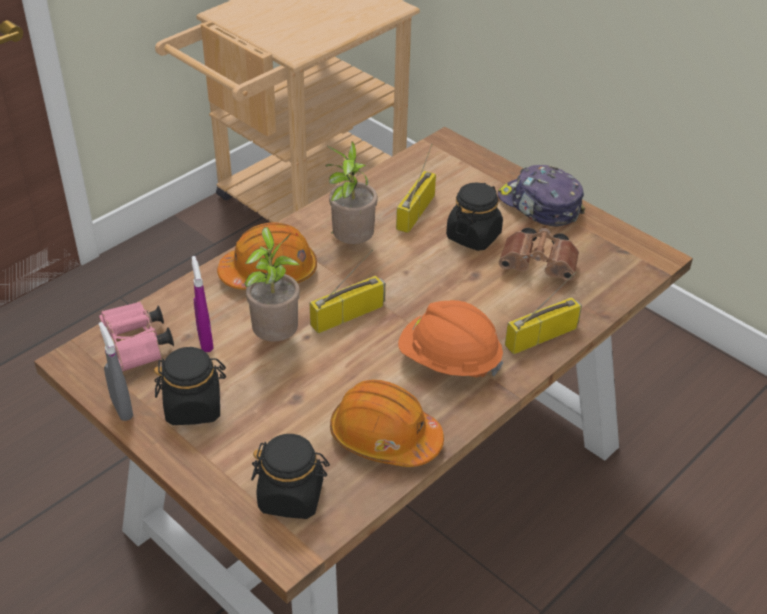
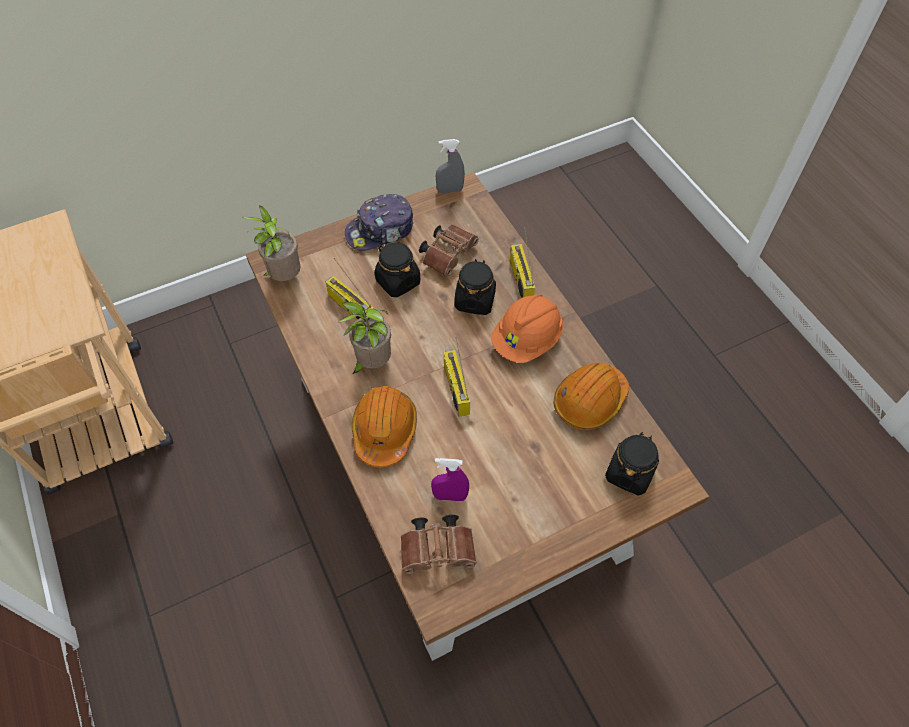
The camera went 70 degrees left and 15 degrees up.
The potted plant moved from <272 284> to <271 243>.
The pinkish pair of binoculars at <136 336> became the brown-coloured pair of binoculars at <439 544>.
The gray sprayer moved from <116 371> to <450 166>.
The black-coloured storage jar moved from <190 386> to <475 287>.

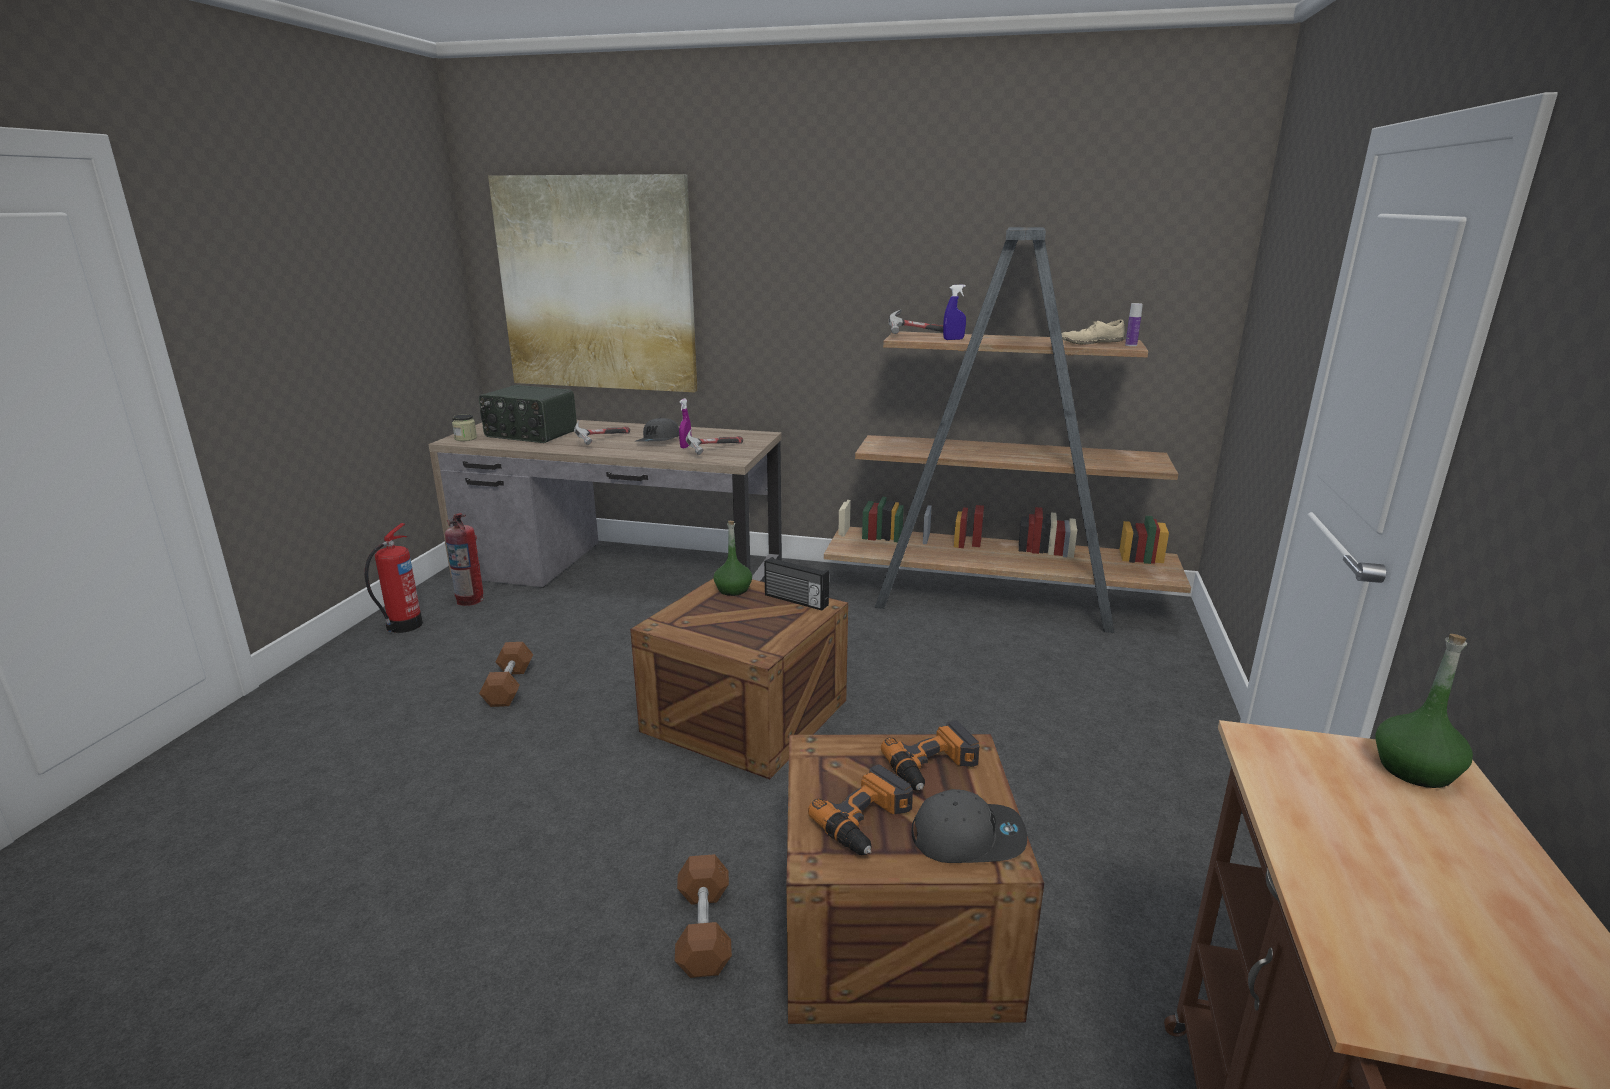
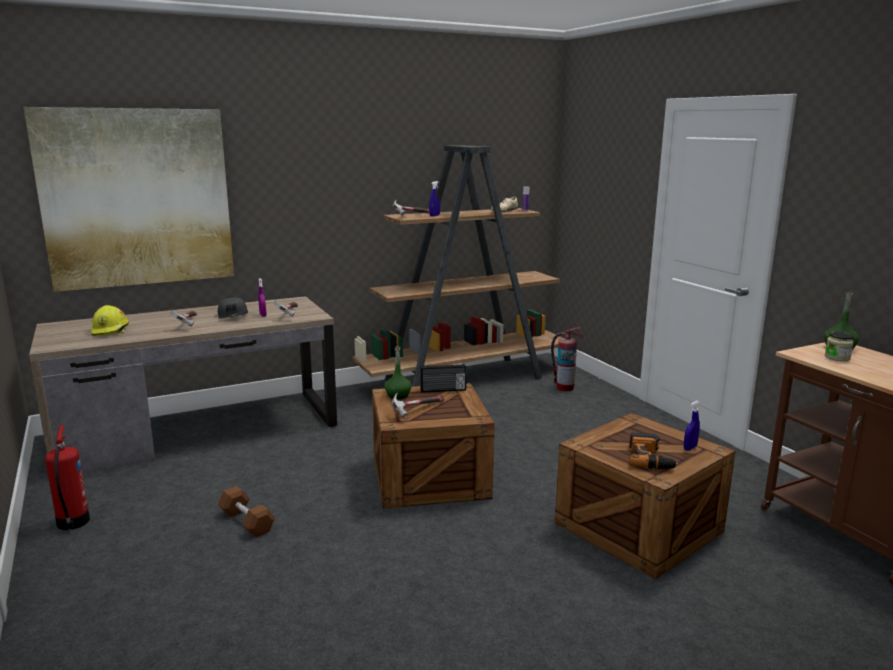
The camera went 40 degrees left and 5 degrees down.
The radio receiver at <528 414> was replaced by the yellow-coloured work helmet at <110 320>.
The hammer at <418 405> appeared.
The fire extinguisher moved from <464 559> to <567 359>.
The gray baseball cap at <969 826> was replaced by the blue-coloured sprayer at <692 425>.
The storage jar moved from <464 427> to <839 346>.
The brown-coloured dumbbell at <703 916> disappeared.
The drill at <930 755> disappeared.

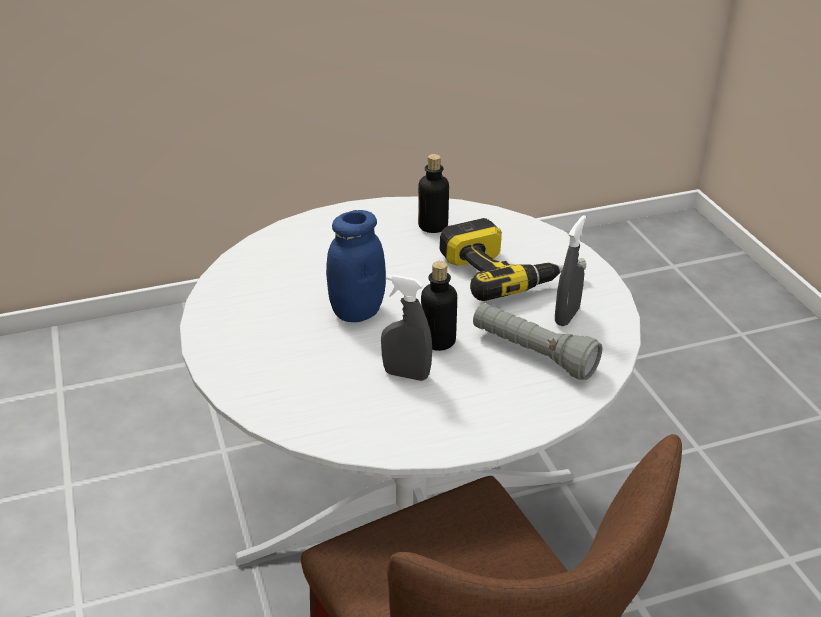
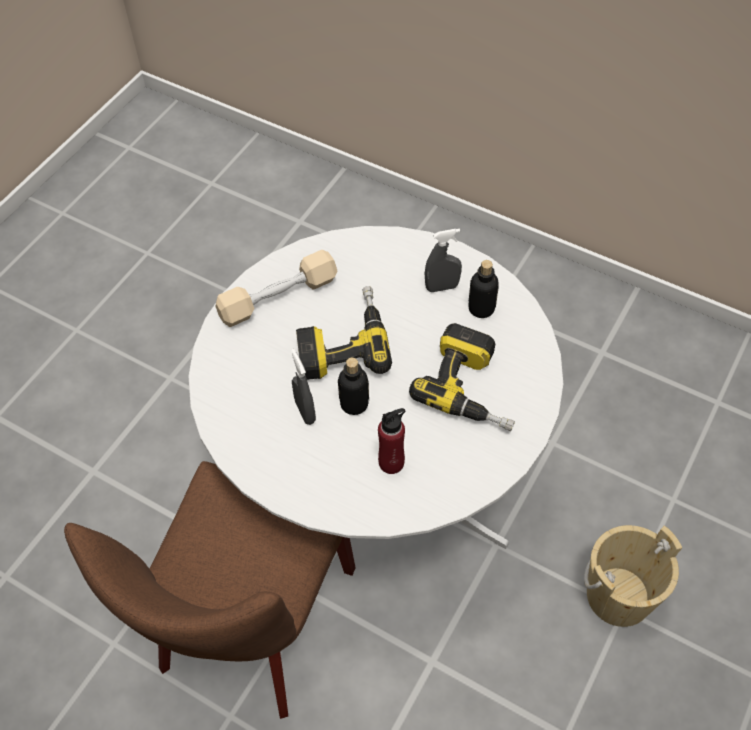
The camera went 50 degrees right and 20 degrees up.
The sand-coloured dumbbell at <276 288> appeared.
The blue-coloured storage jar at <356 266> was replaced by the drill at <344 333>.
The gray torch at <537 341> was replaced by the red-coloured beverage bottle at <392 441>.
The gray sprayer moved from <570 270> to <443 260>.
The sand-coloured water bucket at <633 576> appeared.

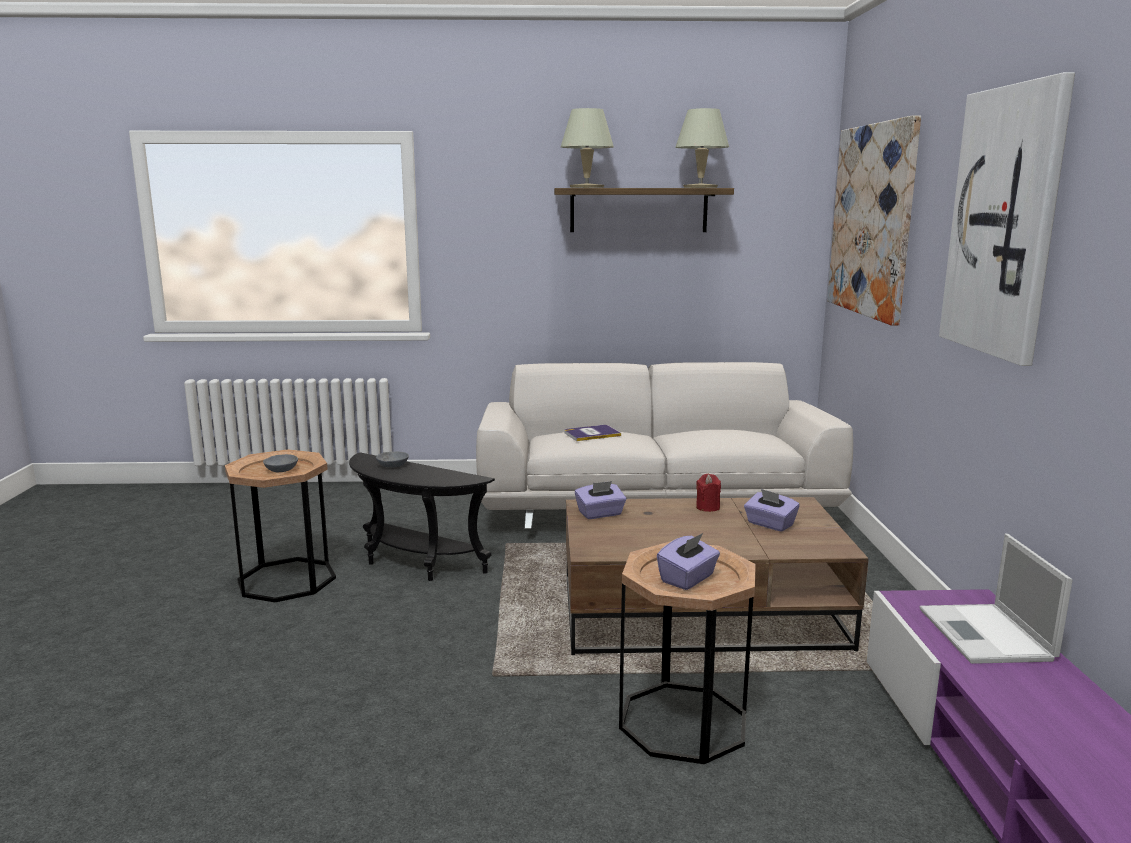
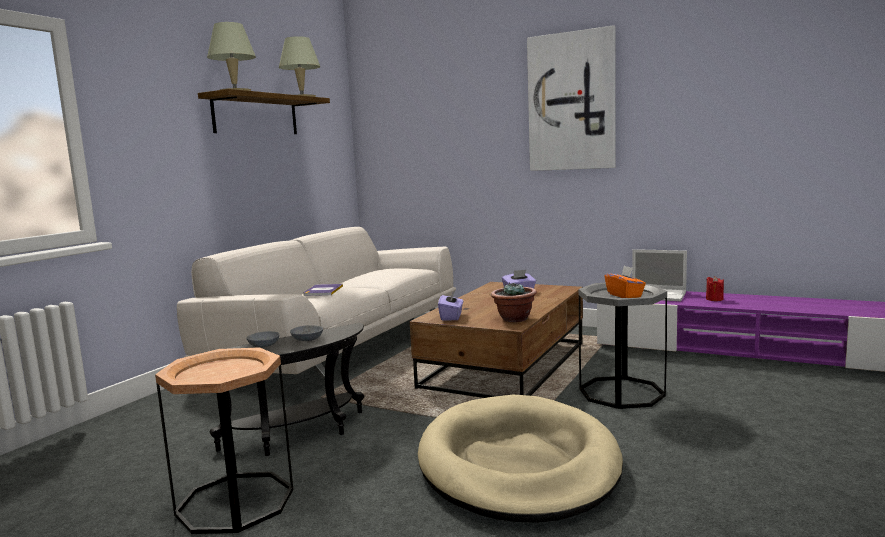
The camera went 60 degrees left and 5 degrees down.
The gray bowl moved from <280 463> to <306 333>.
The sand-coloured dog cushion at <520 459> appeared.
The potted plant at <514 302> appeared.
The brown-coloured accent table at <687 653> became the gray accent table at <623 346>.
The purple tissue box at <688 561> became the orange tissue box at <625 282>.
The red-coloured candle moved from <708 493> to <715 288>.
The picture at <874 220> disappeared.

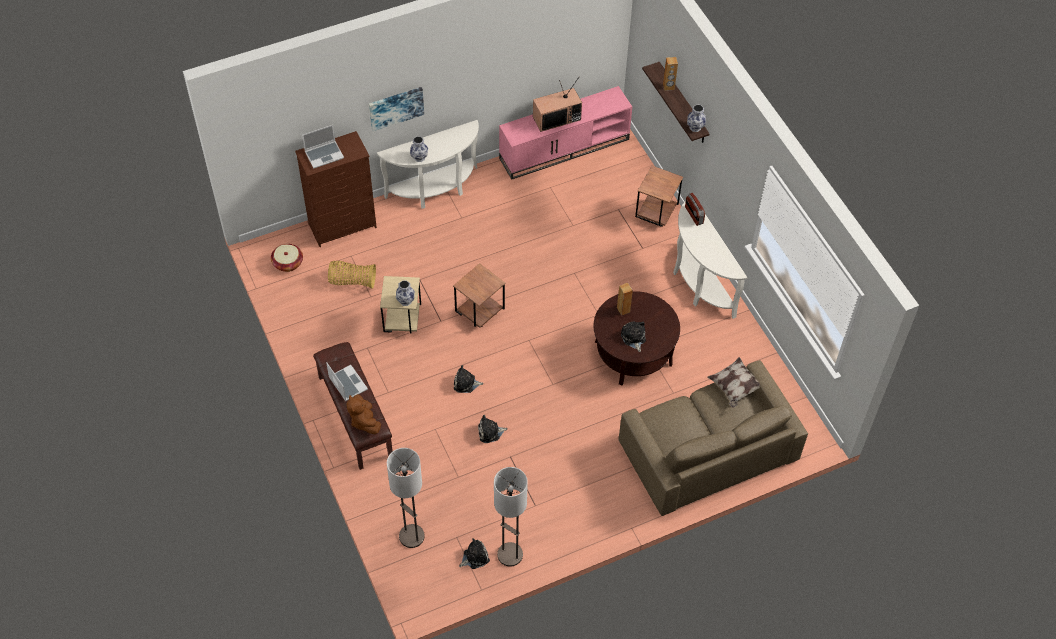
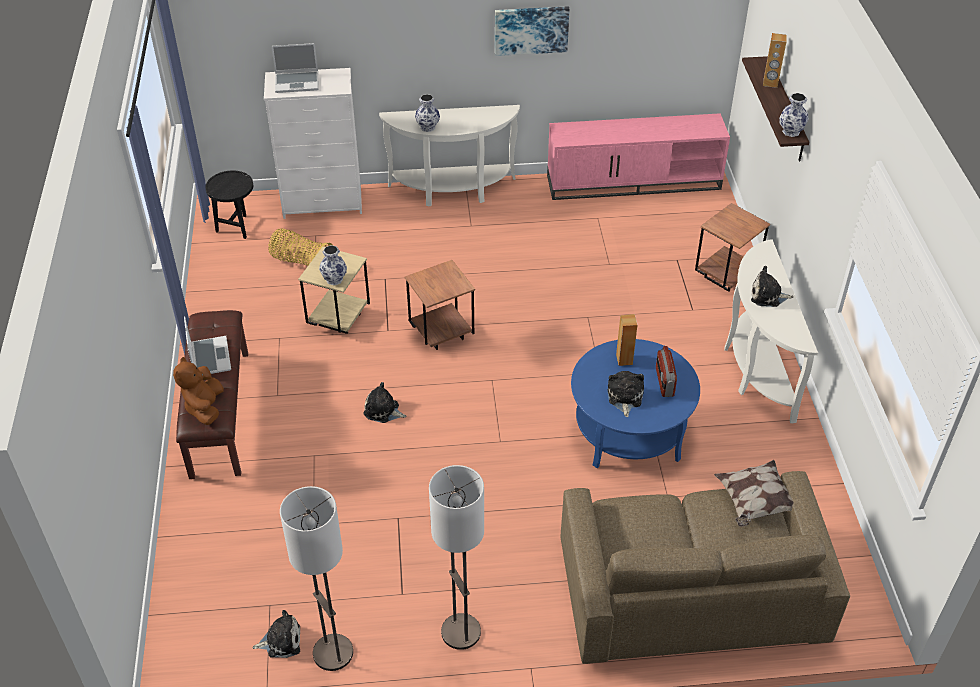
The camera went 20 degrees right and 10 degrees down.
The storage basket at <287 258> was replaced by the black-coloured accent table at <229 205>.
The brown-coloured dresser at <336 189> became the white-coloured dresser at <313 143>.
The standing lamp moved from <406 498> to <456 557>.
The picture moved from <396 109> to <532 31>.
The brown-coloured coffee table at <637 338> became the blue-coloured coffee table at <635 403>.
The radio receiver moved from <695 209> to <666 371>.
The plush toy moved from <493 429> to <772 286>.
The TV at <557 104> disappeared.

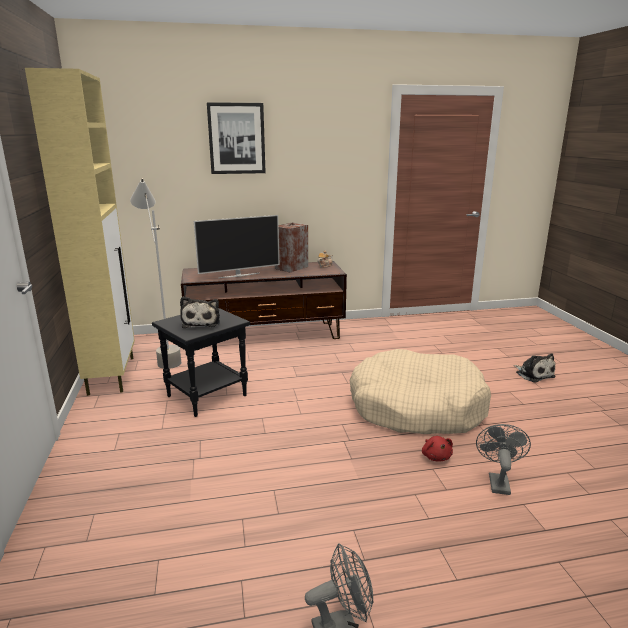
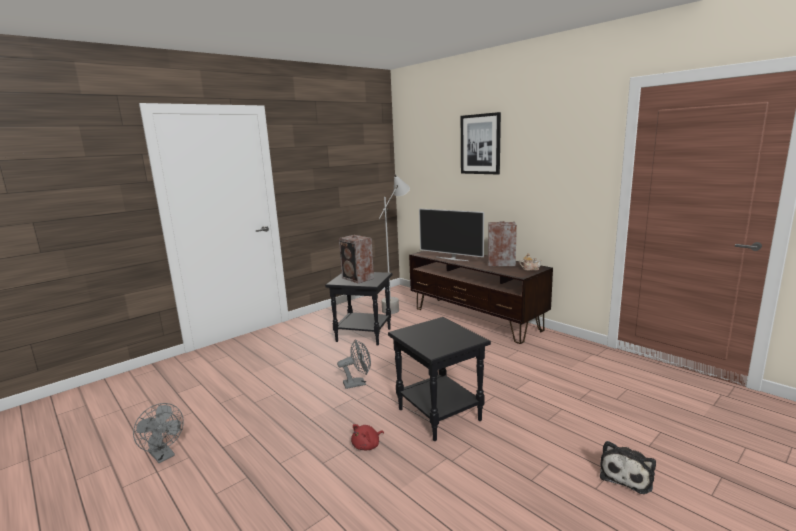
The camera went 60 degrees right and 5 degrees down.
The gray electric fan moved from <503 459> to <354 364>.
The plush toy at <200 312> was replaced by the audio speaker at <356 259>.
The sand-coloured dog cushion at <420 391> was replaced by the black-coloured accent table at <439 379>.
The sand-coloured storage cabinet at <80 232> disappeared.

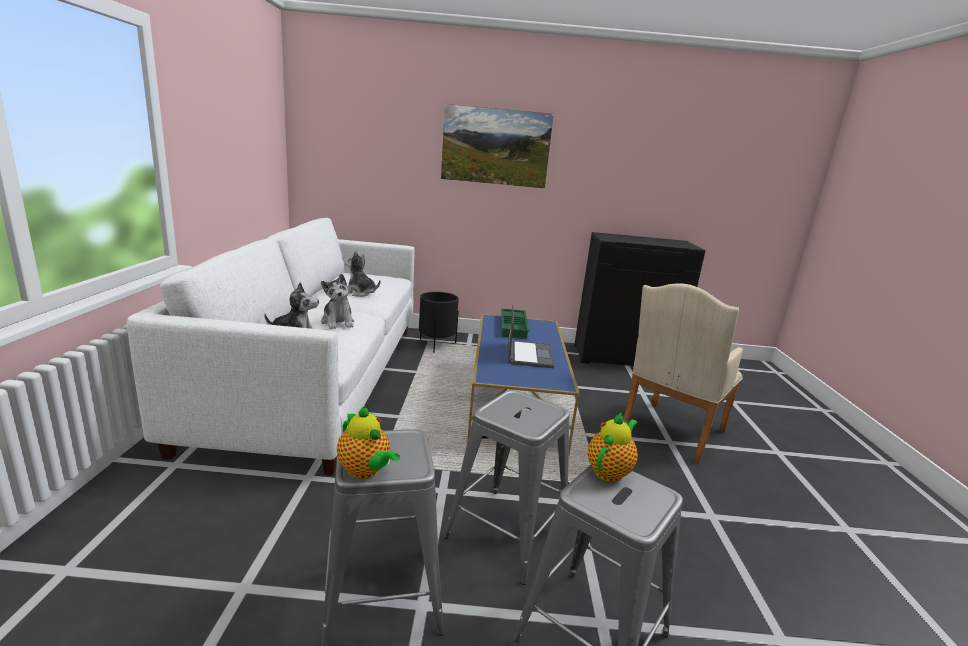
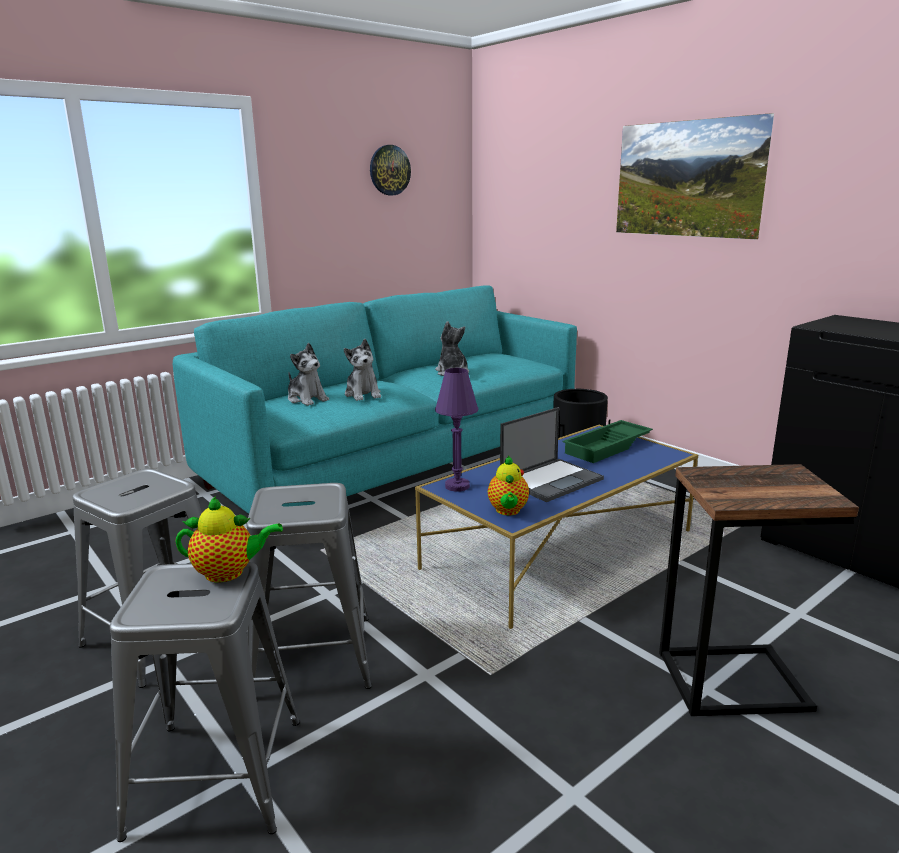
The camera went 50 degrees right and 0 degrees up.
The white-coloured sofa at <271 346> became the blue-green sofa at <375 399>.
The plush toy at <337 301> turned 45 degrees counterclockwise.
The clock on the wall at <390 170> appeared.
The purple table lamp at <456 430> appeared.
The pot for tea moved from <368 442> to <508 486>.
The sand-coloured easy chair at <683 373> was replaced by the accent table at <759 590>.

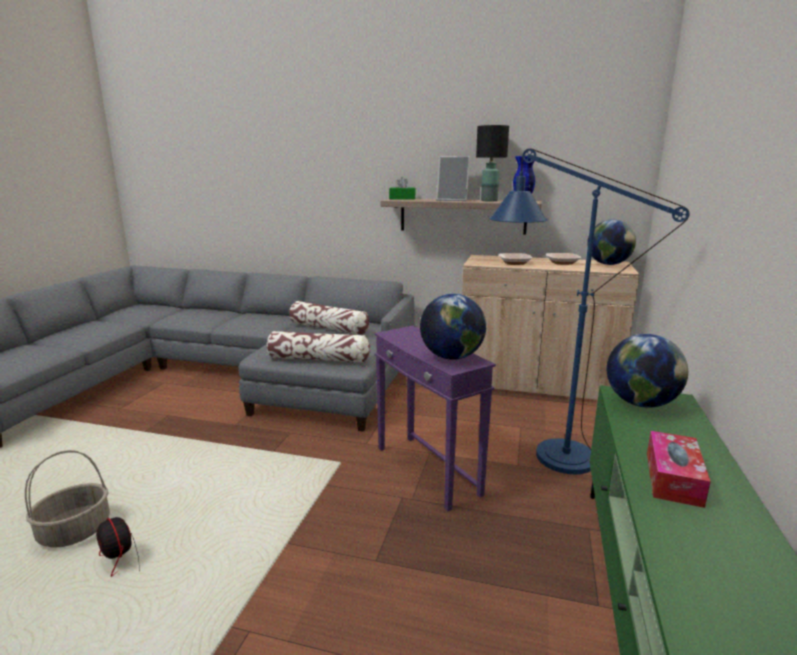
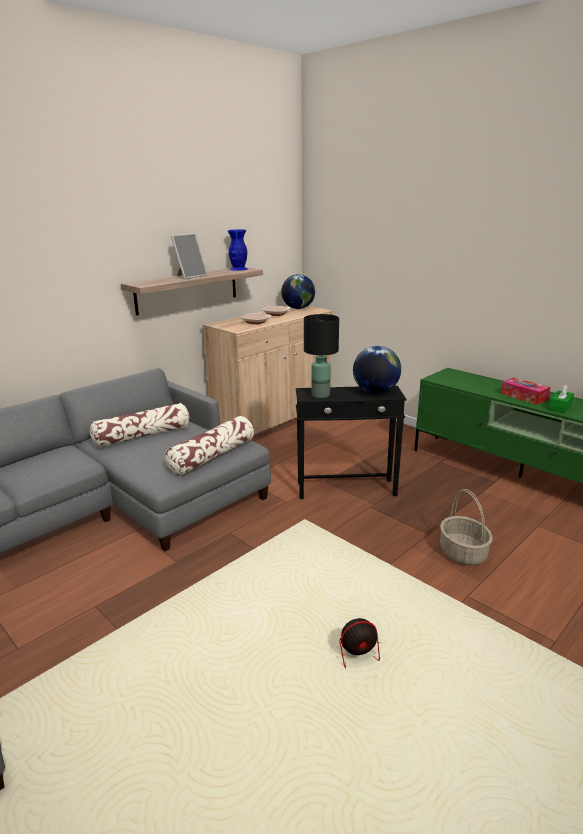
The camera went 60 degrees left and 5 degrees up.
The purple accent table at <435 418> became the black-coloured accent table at <351 442>.
The black-coloured table lamp moved from <492 163> to <321 356>.
The storage basket moved from <67 499> to <466 527>.
The green-coloured tissue box moved from <402 188> to <561 399>.
The blue-coloured standing lamp at <589 311> disappeared.
The desk globe at <647 371> disappeared.

